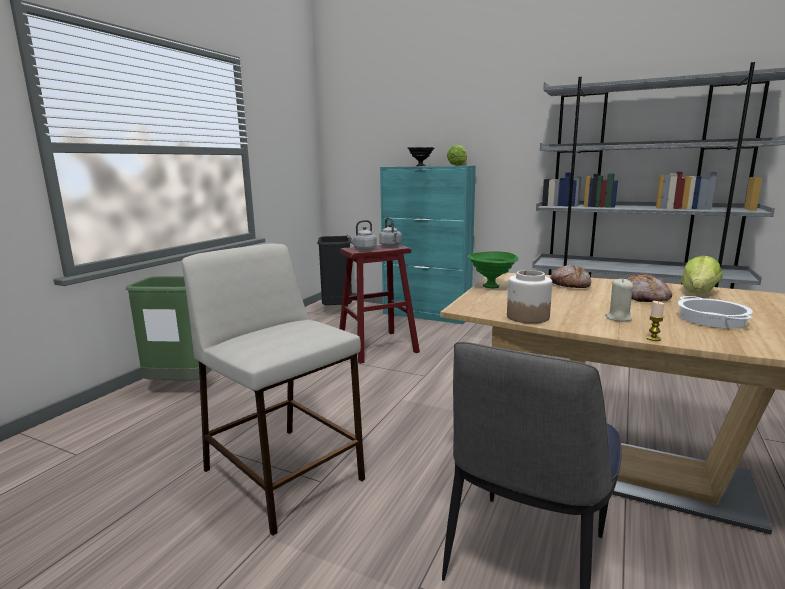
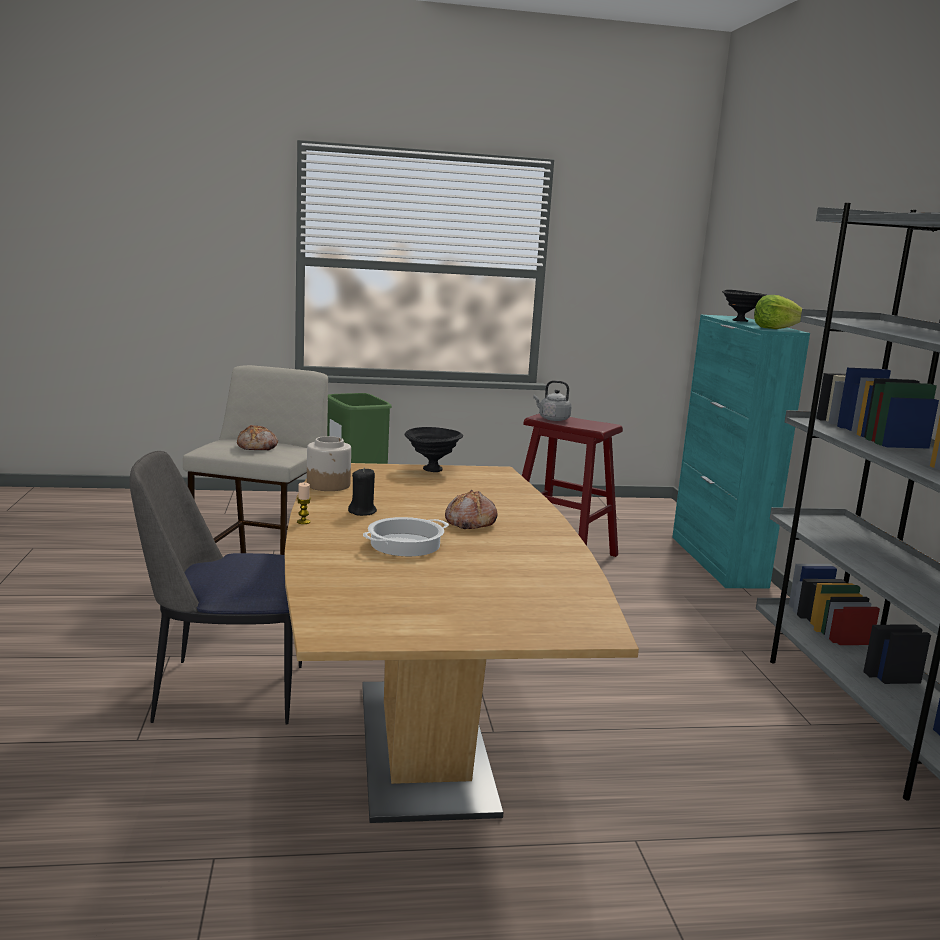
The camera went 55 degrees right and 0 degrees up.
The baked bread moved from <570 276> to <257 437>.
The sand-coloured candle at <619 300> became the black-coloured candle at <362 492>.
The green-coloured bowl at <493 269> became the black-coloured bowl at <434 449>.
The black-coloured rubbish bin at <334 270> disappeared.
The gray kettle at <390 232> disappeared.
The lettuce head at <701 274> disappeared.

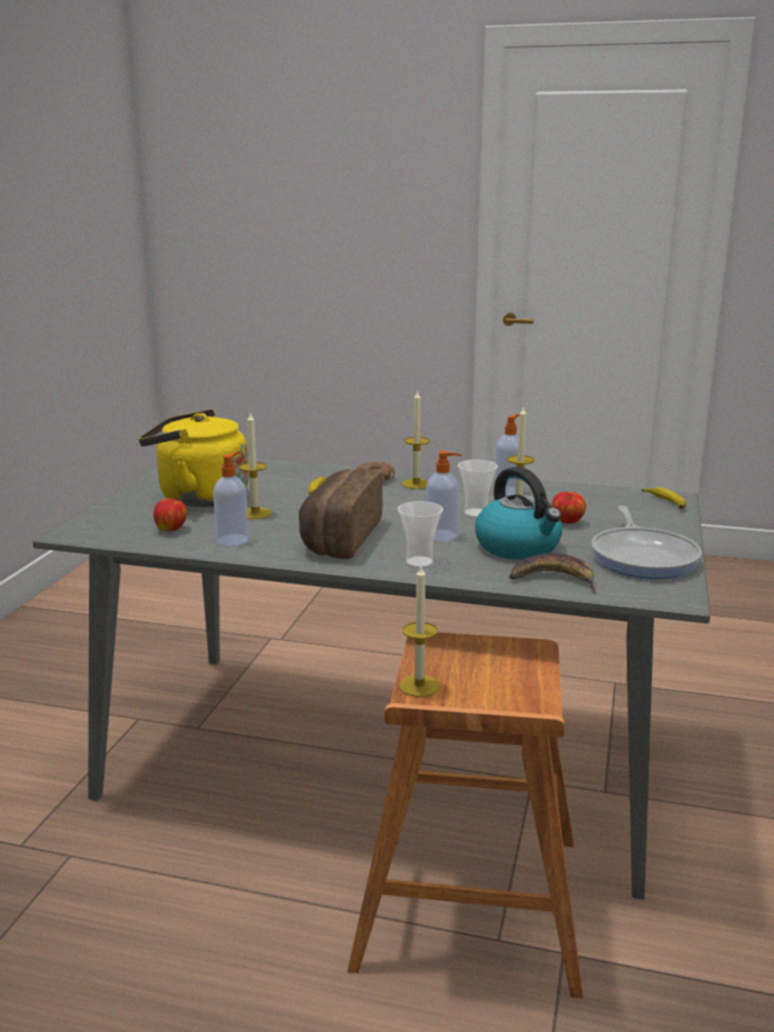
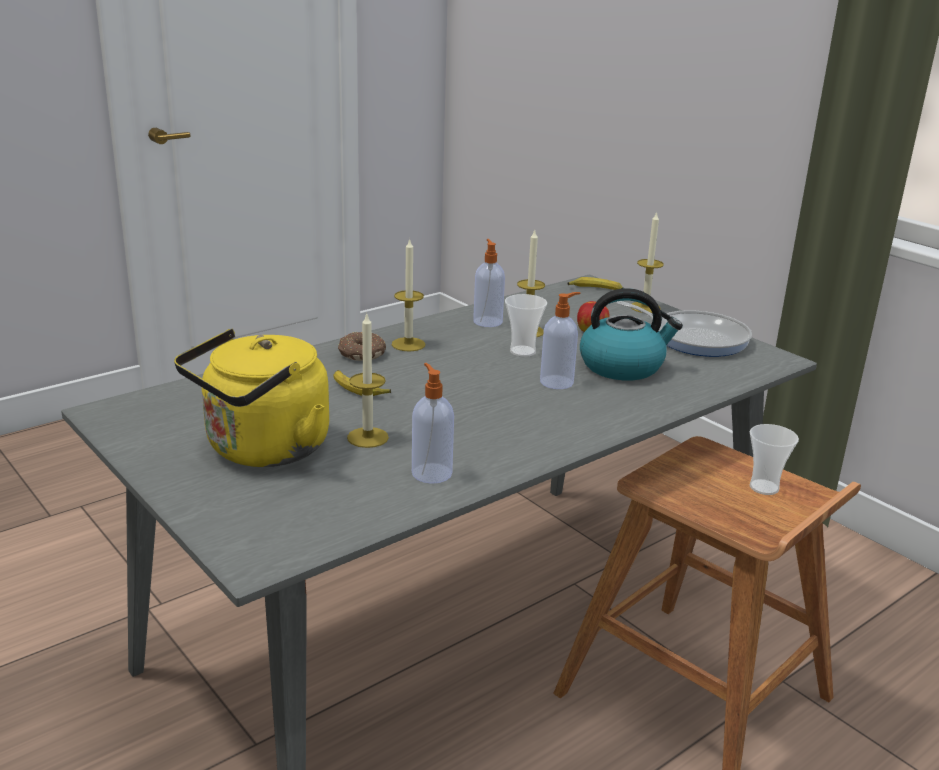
The camera went 55 degrees left and 5 degrees up.
The candle moved from <419 631> to <647 262>.
The cup moved from <420 534> to <774 459>.
The whole apple at <170 514> disappeared.
The baked bread at <341 514> disappeared.
The banana fruit at <552 573> disappeared.

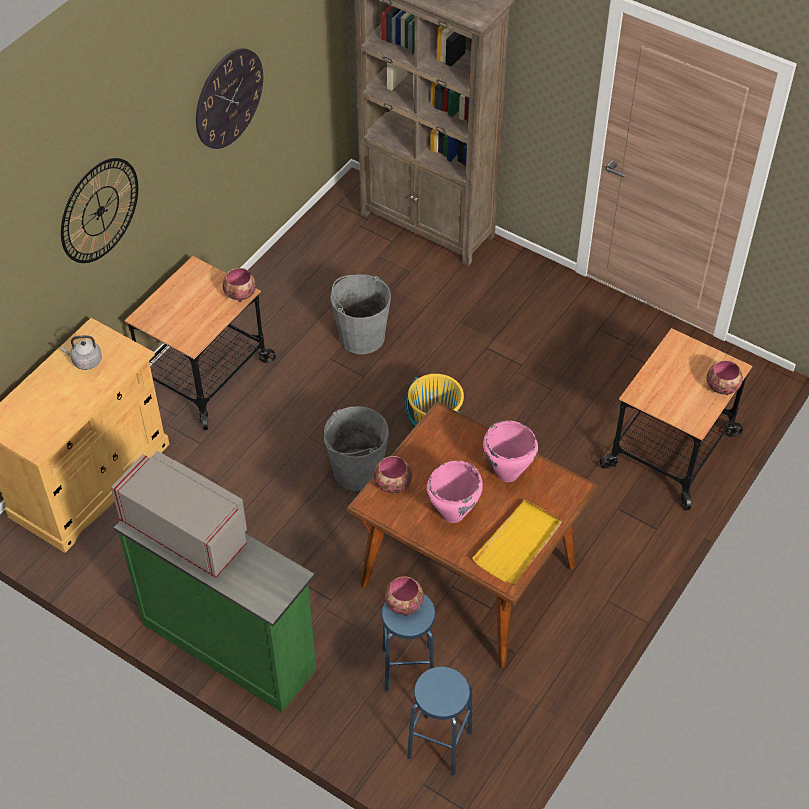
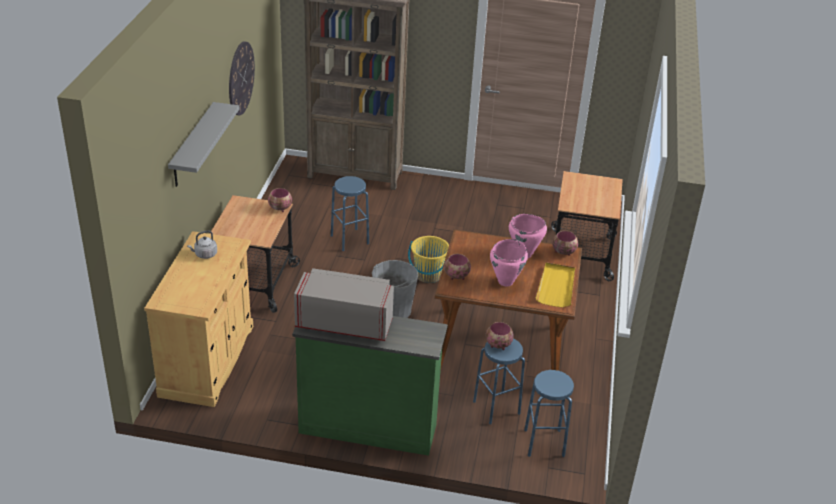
The camera went 25 degrees left and 15 degrees down.
The clock on the wall at <99 210> was replaced by the gray bracket shelf at <203 144>.
The gray water bucket at <360 314> was replaced by the blue-coloured sitting stool at <350 213>.
The bowl moved from <725 377> to <565 243>.

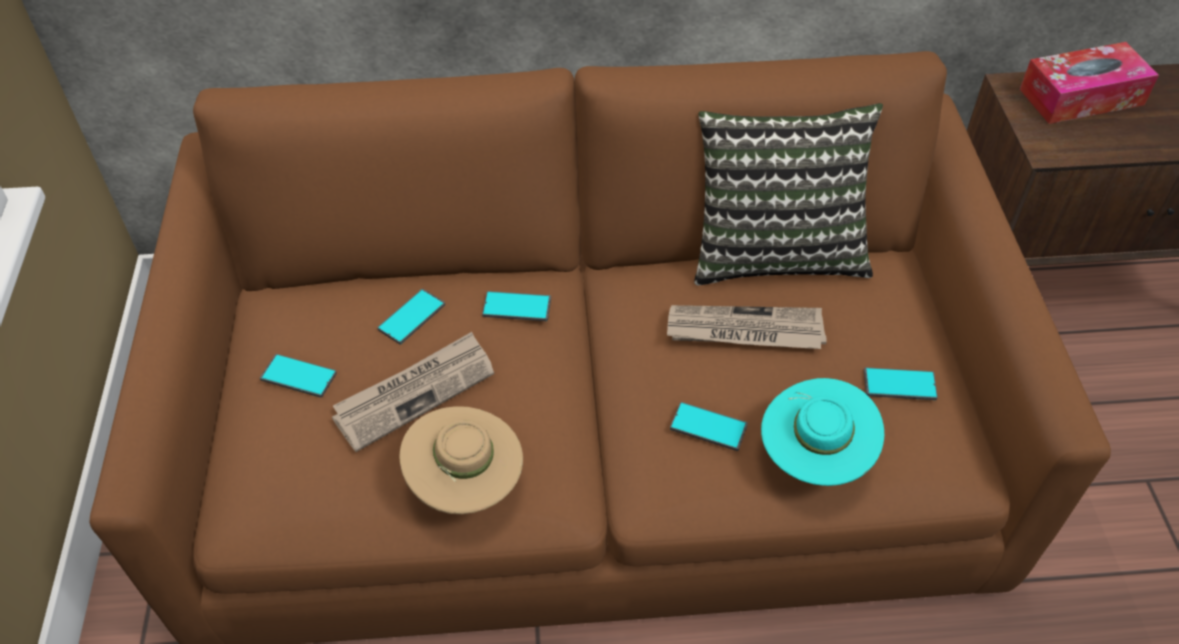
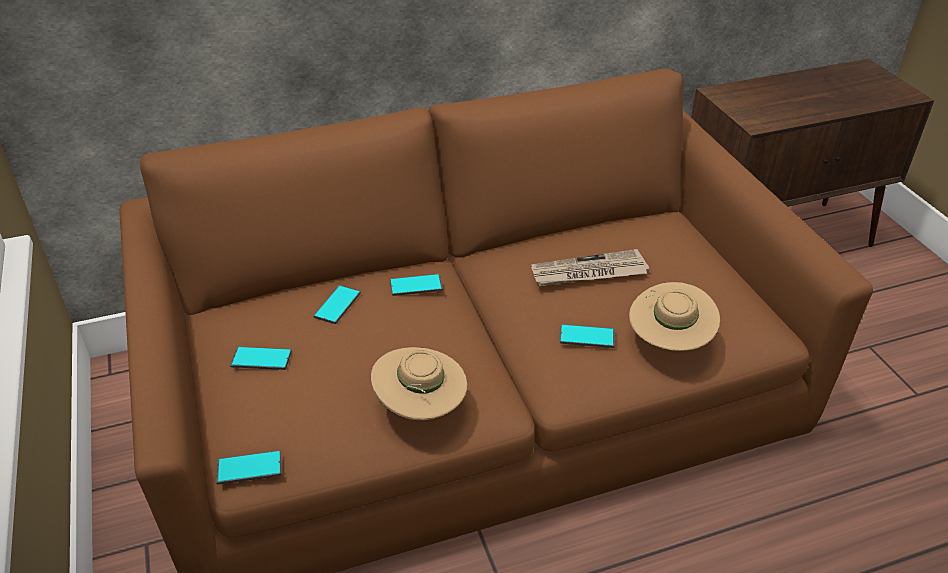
The camera went 15 degrees left and 10 degrees down.
The phone moved from <901 383> to <248 467>.
The blue-green wearable hat at <822 432> became the sand-coloured wearable hat at <674 316>.
The daily paper at <413 392> disappeared.
The pillow at <788 194> disappeared.
The tissue box at <1089 83> disappeared.

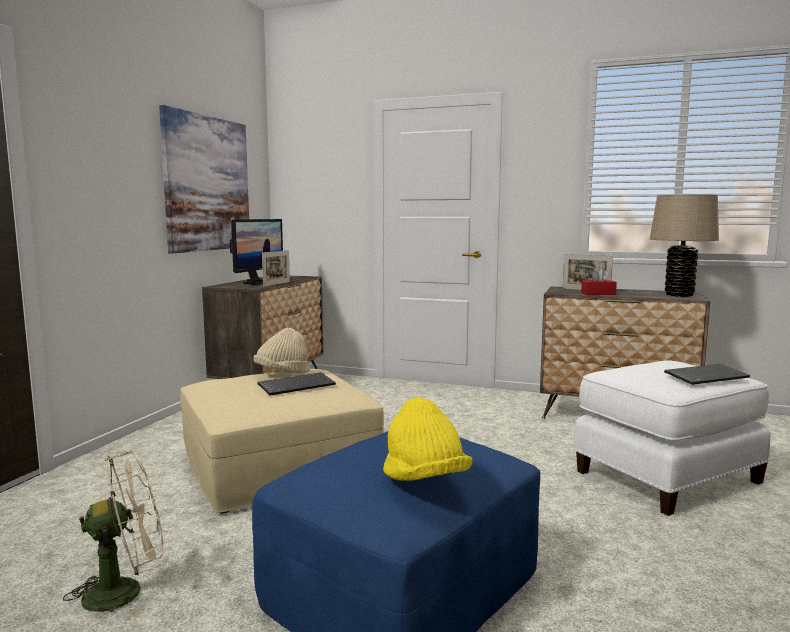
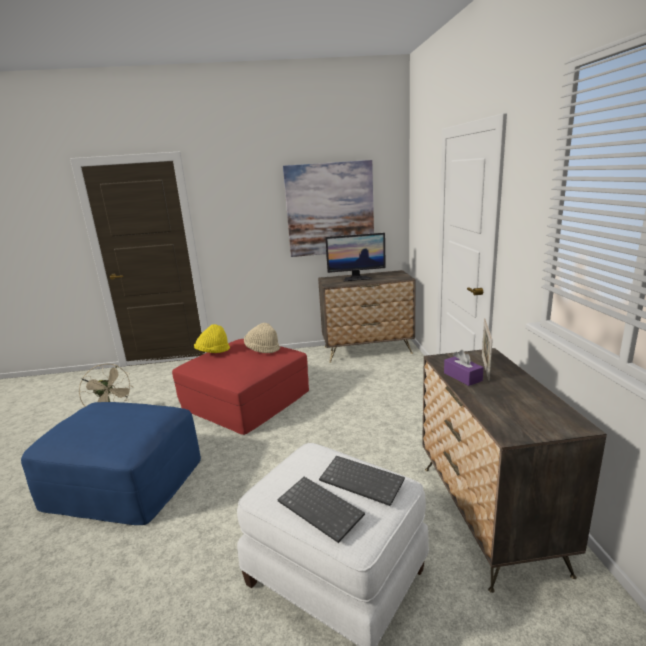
The camera went 65 degrees right and 10 degrees up.
The sand-coloured footrest at <282 441> became the red-coloured footrest at <240 387>.
The yellow-coloured wearable hat moved from <427 439> to <212 338>.
The PC keyboard moved from <296 383> to <362 481>.
The red-coloured tissue box at <599 282> became the purple tissue box at <464 368>.
The photo frame at <276 268> disappeared.
The sand-coloured table lamp at <684 245> disappeared.

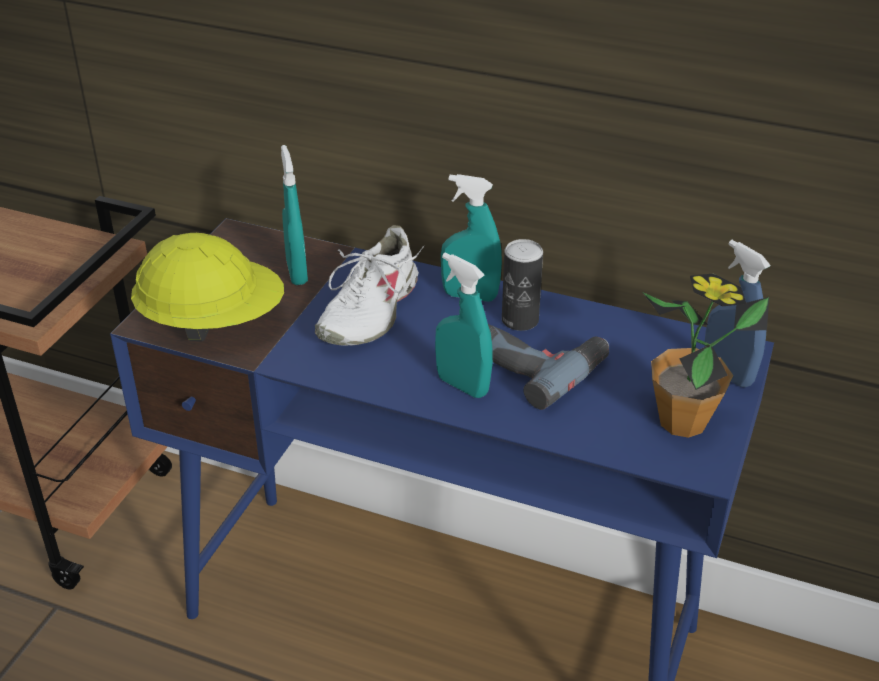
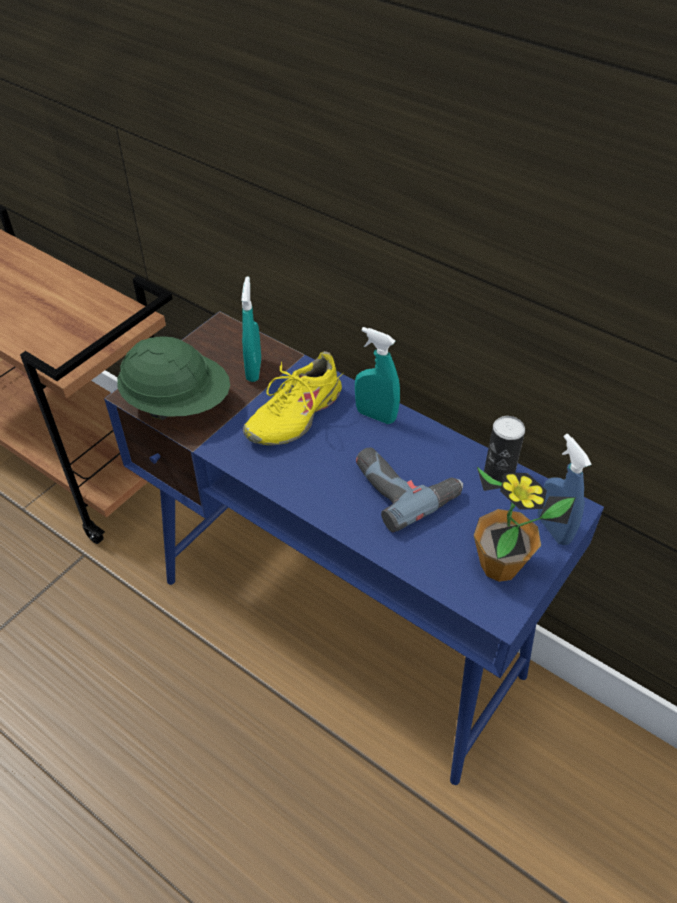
The camera went 15 degrees right and 10 degrees up.
The yellow-coloured work helmet at <207 287> became the green-coloured work helmet at <173 378>.
The white-coloured low shoe at <370 285> became the yellow-coloured low shoe at <293 398>.
The can moved from <522 285> to <504 449>.
The blue-green sprayer at <464 325> disappeared.

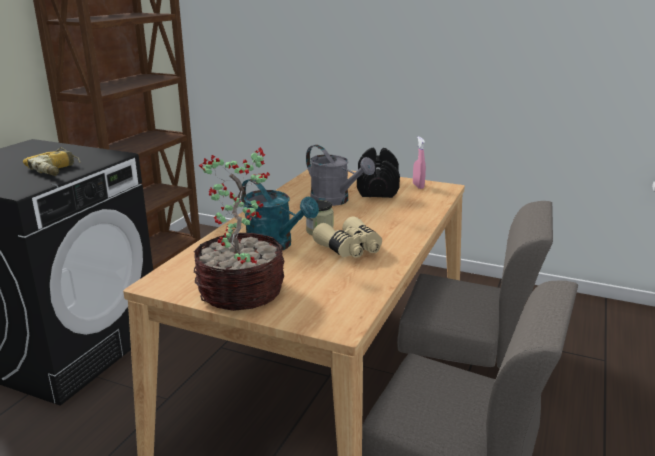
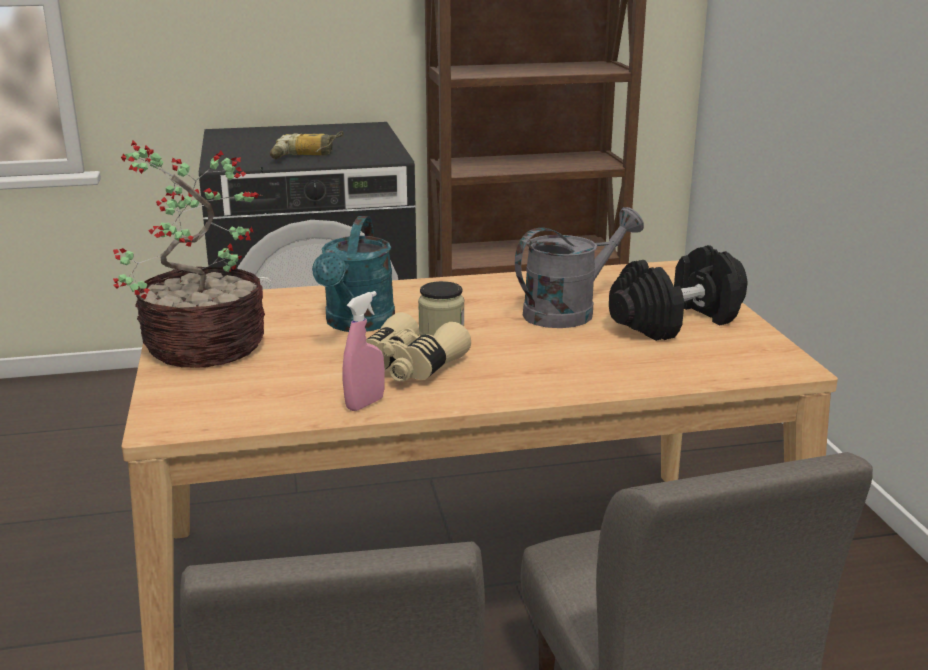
The camera went 55 degrees right and 0 degrees up.
The pinkish sprayer moved from <419 162> to <363 351>.
The gray sprinkling can at <340 175> turned 135 degrees counterclockwise.

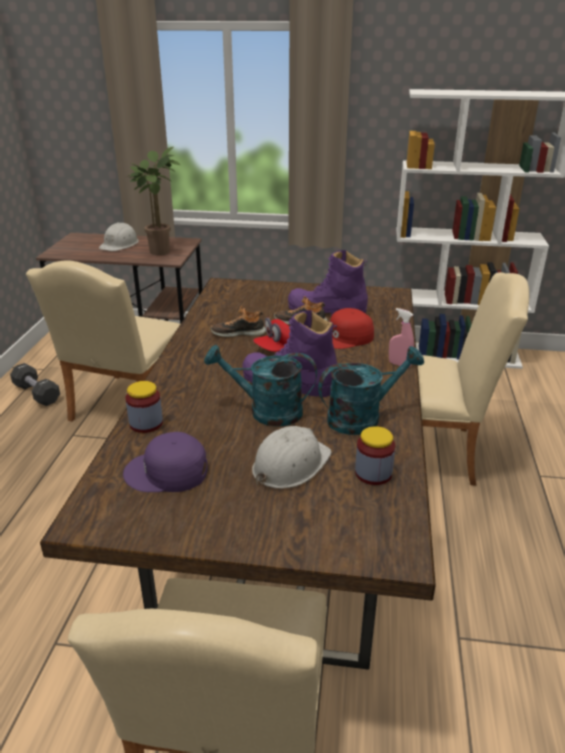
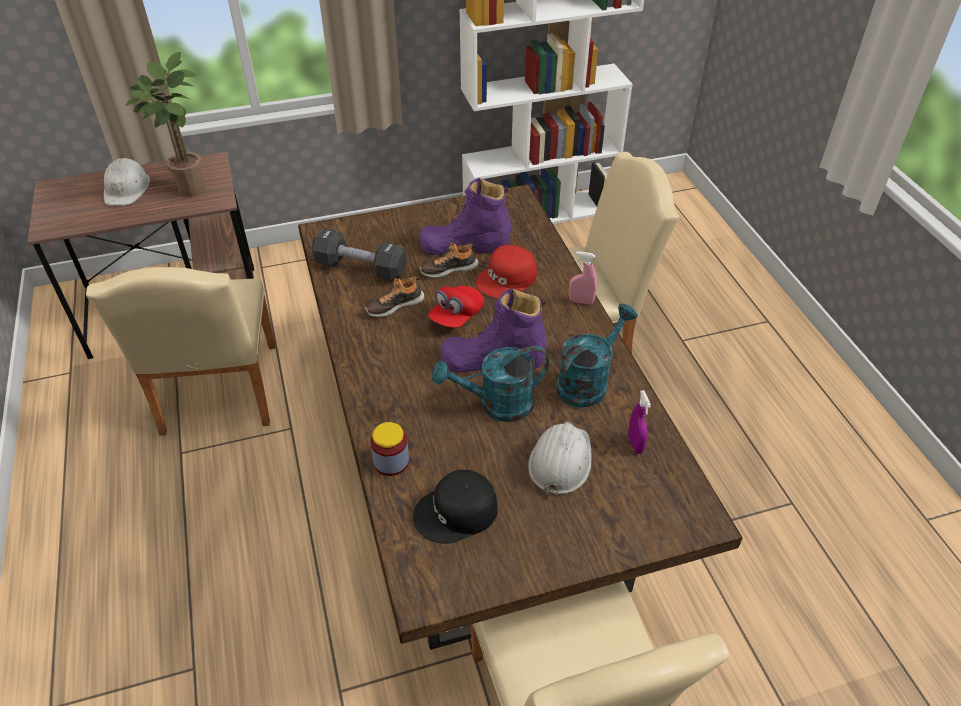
The camera went 25 degrees left and 15 degrees up.
The black-coloured dumbbell moved from <35 384> to <359 254>.
The purple baseball cap at <165 462> became the black-coloured baseball cap at <455 507>.
The storage jar at <375 455> was replaced by the purple sprayer at <639 422>.

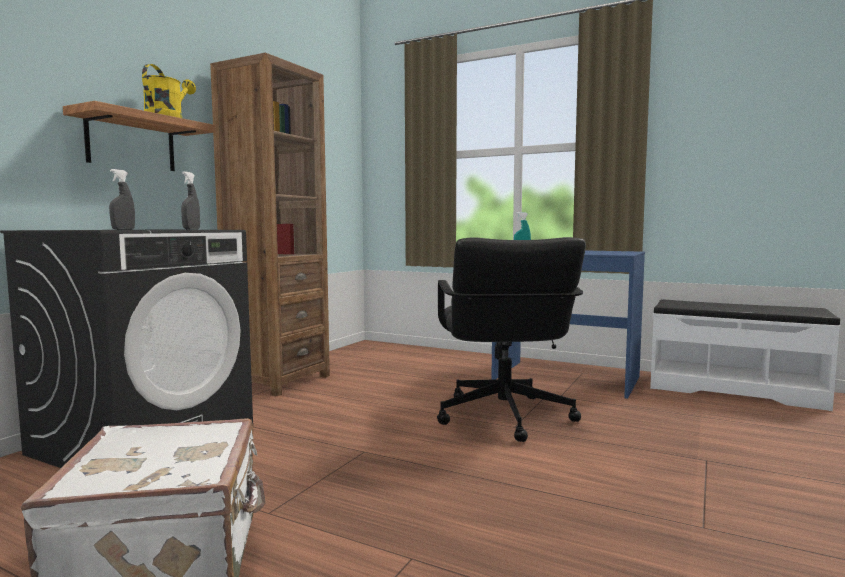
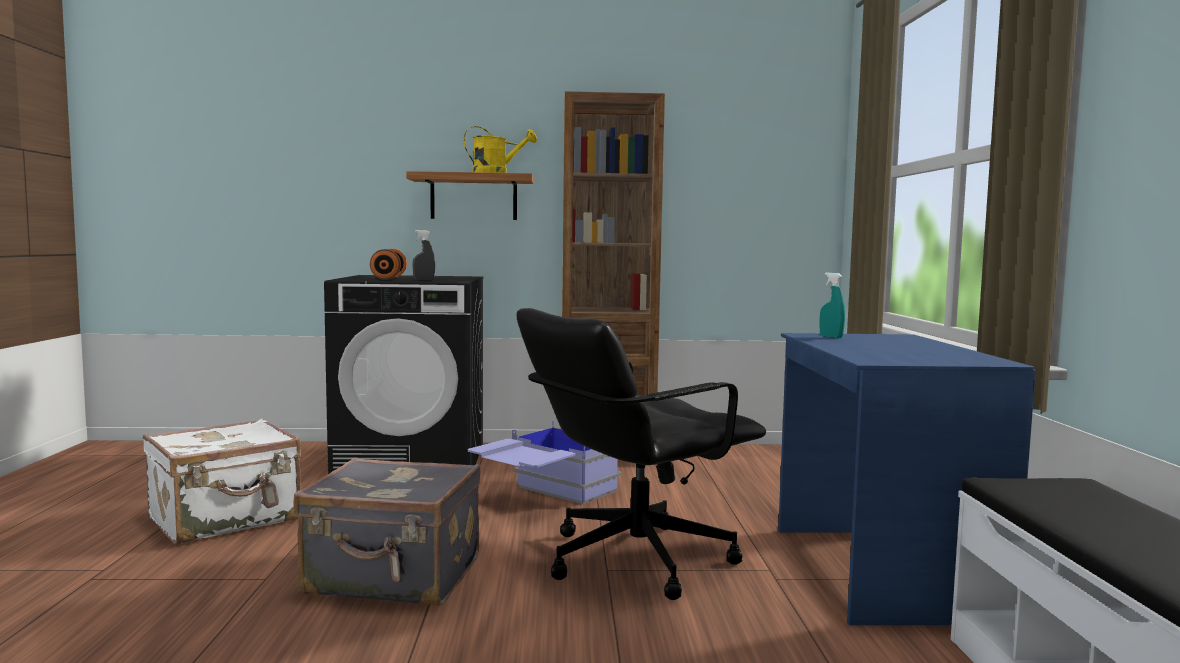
The camera went 60 degrees right and 0 degrees up.
The gray piece of luggage at <387 532> appeared.
The gray sprayer at <122 199> was replaced by the orange dumbbell at <388 264>.
The blue-coloured storage box at <545 462> appeared.

